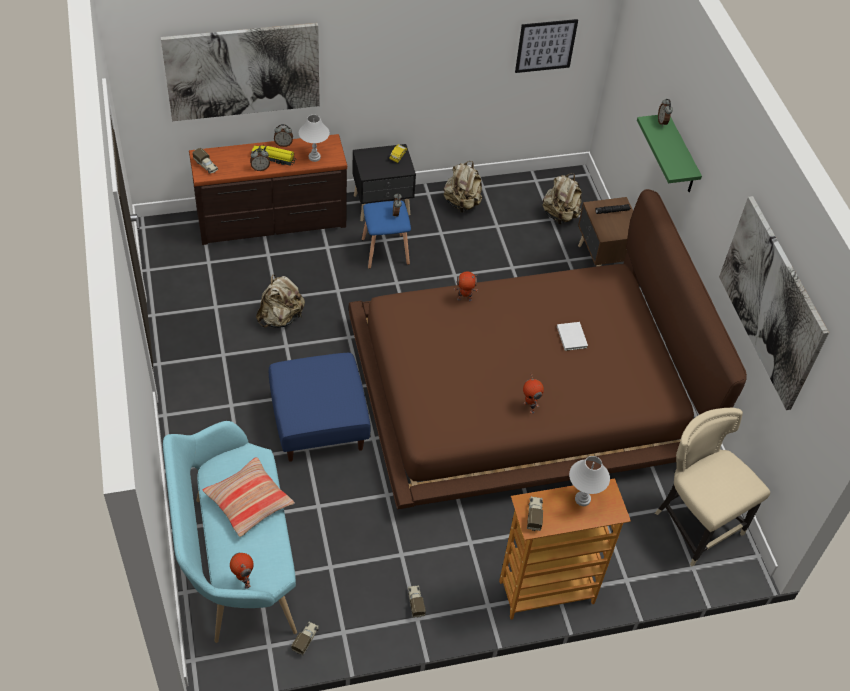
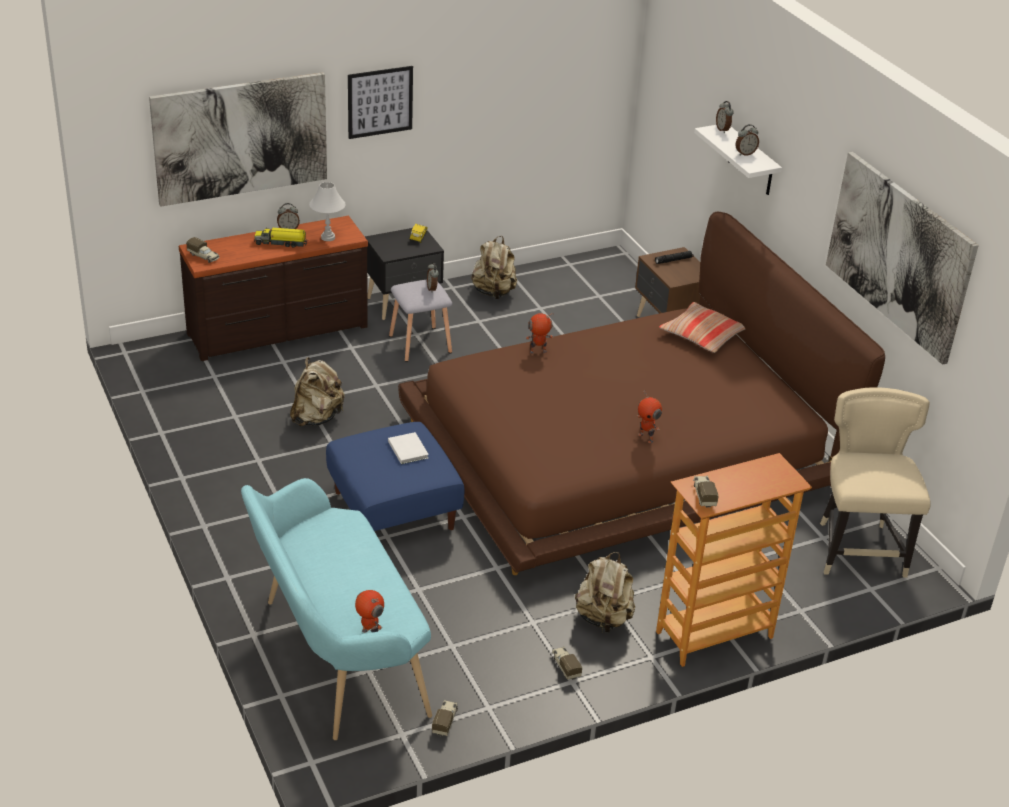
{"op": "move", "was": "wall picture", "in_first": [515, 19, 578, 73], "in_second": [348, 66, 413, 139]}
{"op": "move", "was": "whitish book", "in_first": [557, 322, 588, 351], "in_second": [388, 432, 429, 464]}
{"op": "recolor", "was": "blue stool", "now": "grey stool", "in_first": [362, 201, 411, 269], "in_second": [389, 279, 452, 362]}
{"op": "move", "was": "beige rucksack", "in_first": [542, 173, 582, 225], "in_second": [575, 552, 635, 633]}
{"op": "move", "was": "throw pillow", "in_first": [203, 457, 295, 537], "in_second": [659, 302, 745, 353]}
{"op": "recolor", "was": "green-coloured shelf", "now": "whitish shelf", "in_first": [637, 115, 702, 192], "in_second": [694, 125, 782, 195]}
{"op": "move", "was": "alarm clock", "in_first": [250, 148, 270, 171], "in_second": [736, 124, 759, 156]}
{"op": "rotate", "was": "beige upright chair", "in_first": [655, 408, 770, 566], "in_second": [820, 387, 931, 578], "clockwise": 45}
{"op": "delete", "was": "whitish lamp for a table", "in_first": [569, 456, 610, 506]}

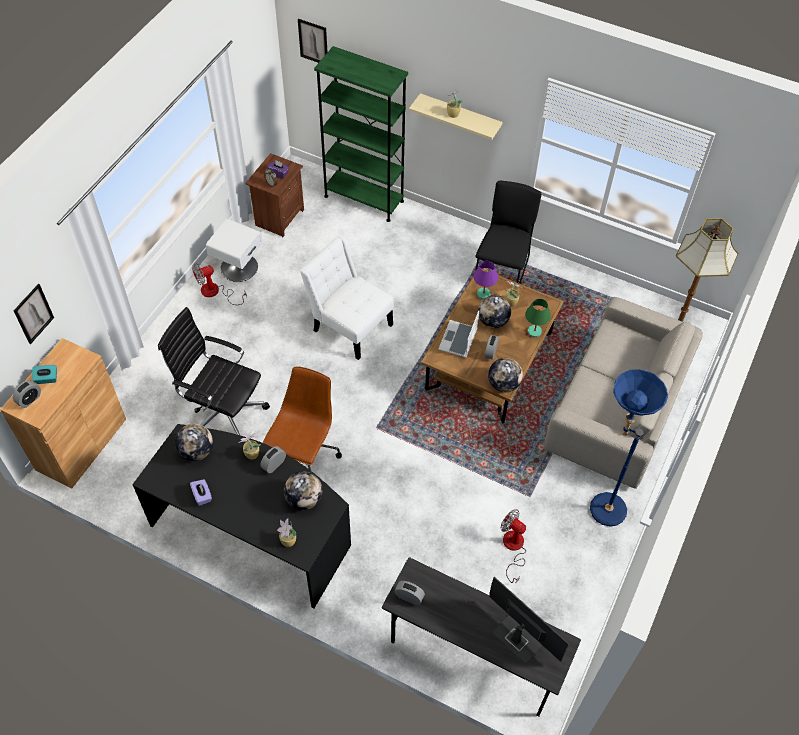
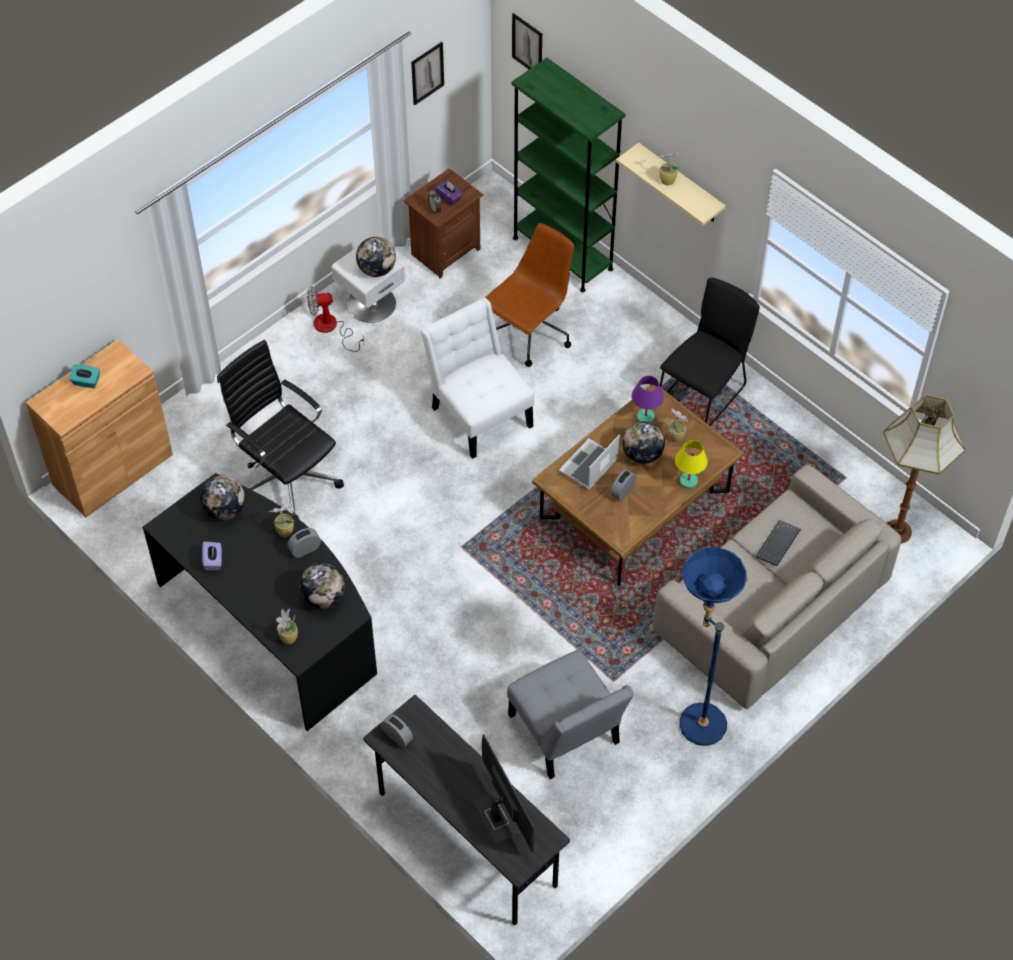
{"op": "move", "was": "desk globe", "in_first": [488, 358, 523, 392], "in_second": [356, 237, 396, 277]}
{"op": "move", "was": "wall picture", "in_first": [13, 284, 54, 344], "in_second": [411, 42, 444, 105]}
{"op": "move", "was": "brown-coloured office chair", "in_first": [262, 367, 342, 471], "in_second": [485, 223, 574, 367]}
{"op": "replace", "was": "cooling fan", "now": "grey upright chair", "in_first": [501, 509, 526, 584], "in_second": [507, 650, 634, 779]}
{"op": "recolor", "was": "green-coloured lamp for a table", "now": "yellow-coloured lamp for a table", "in_first": [525, 299, 551, 337], "in_second": [675, 440, 708, 489]}
{"op": "insert", "now": "computer keyboard", "in_second": [755, 520, 801, 566]}
{"op": "delete", "was": "alarm clock", "in_first": [13, 381, 41, 408]}

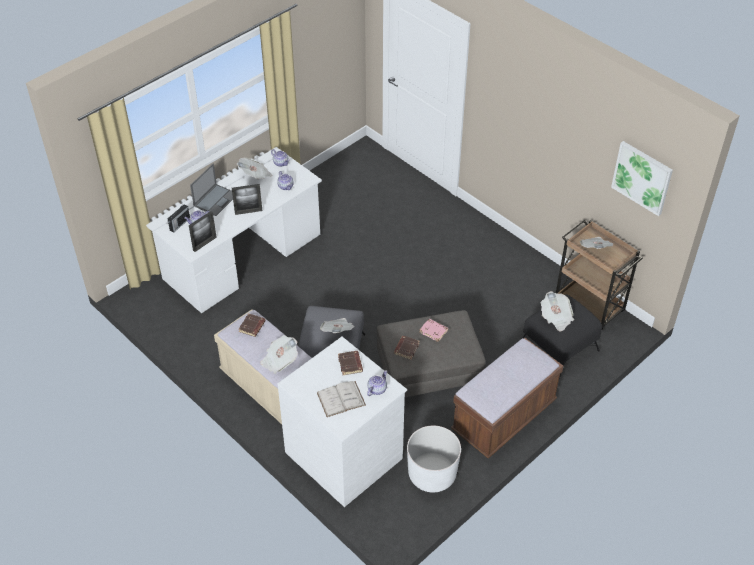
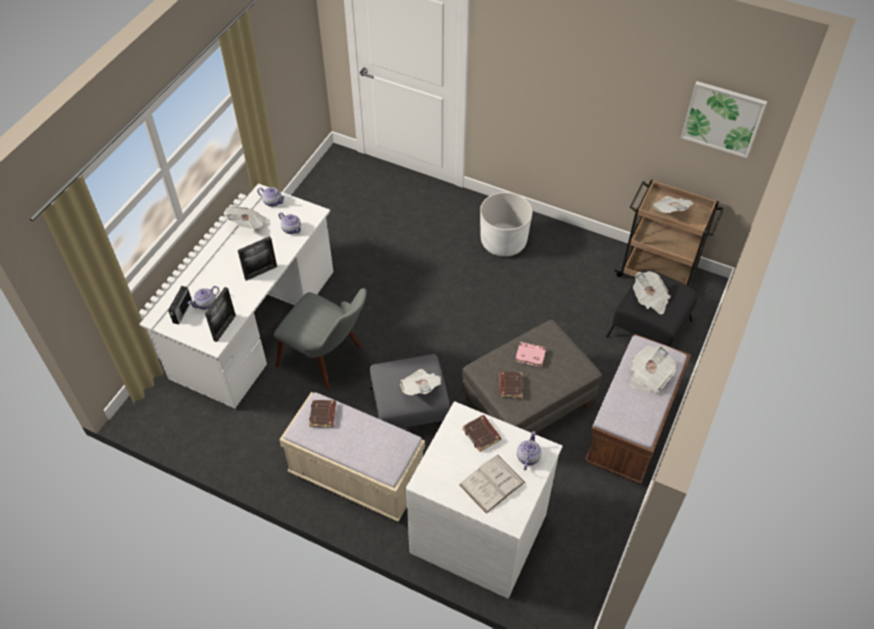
{"op": "insert", "now": "grey upright chair", "in_second": [274, 288, 367, 390]}
{"op": "move", "was": "whitish flower pot", "in_first": [407, 425, 461, 492], "in_second": [480, 192, 532, 257]}
{"op": "move", "was": "printed paper", "in_first": [260, 335, 298, 374], "in_second": [629, 346, 676, 394]}
{"op": "delete", "was": "notebook computer", "in_first": [190, 164, 233, 216]}

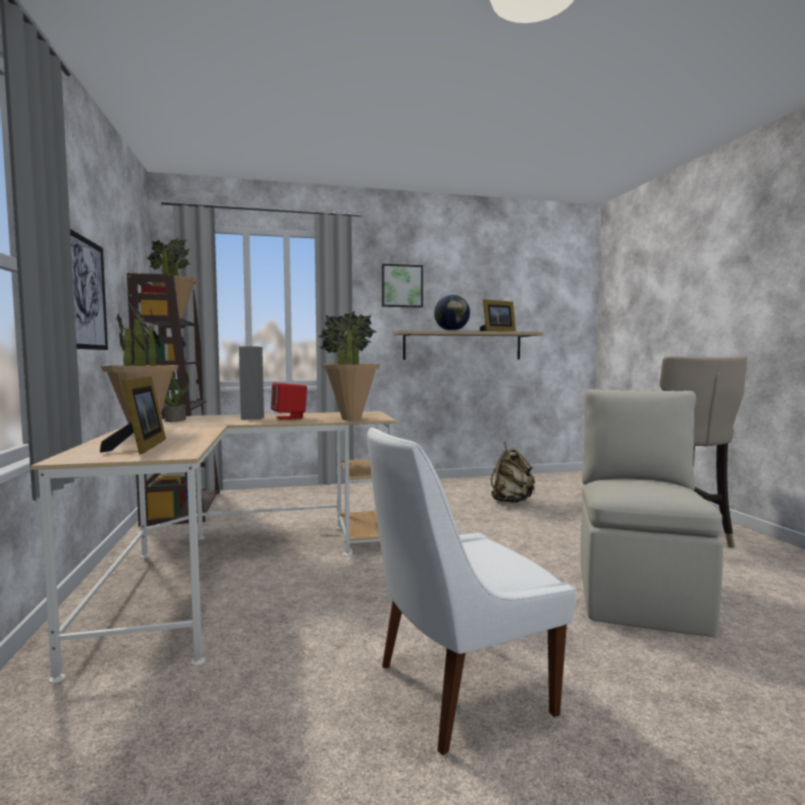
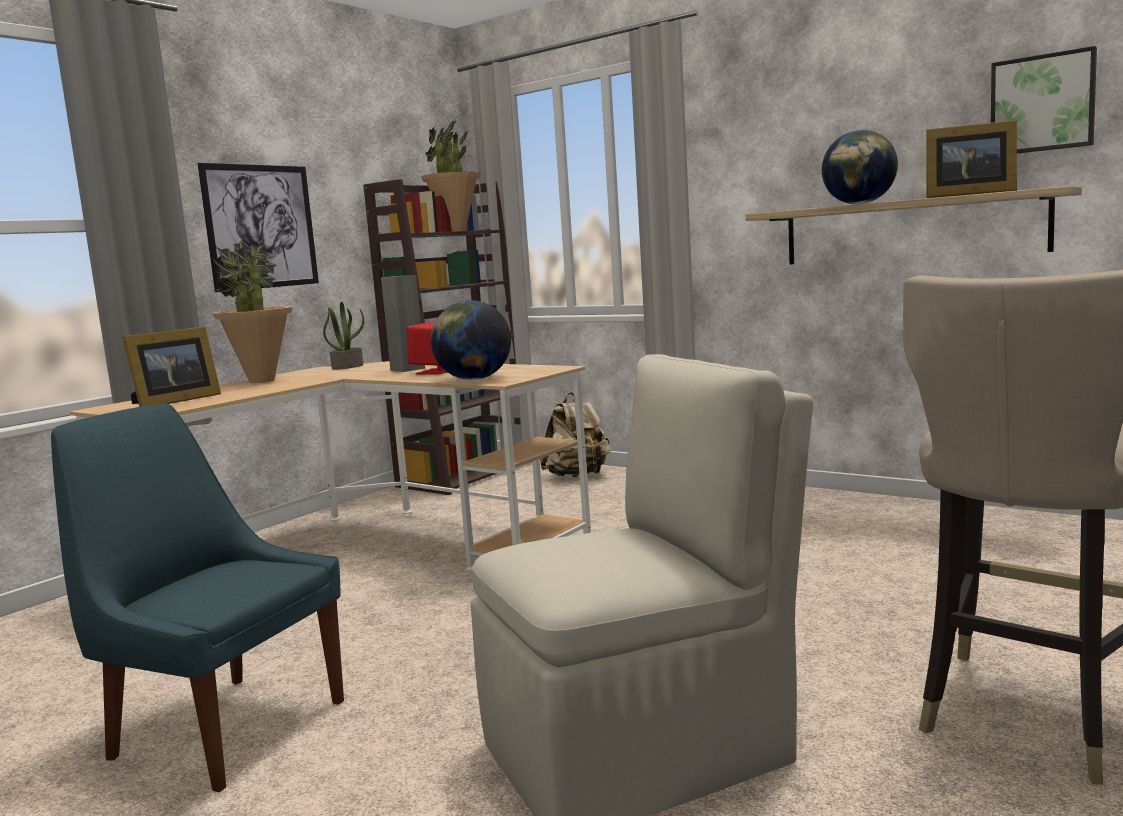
{"op": "recolor", "was": "whitish upright chair", "now": "blue upright chair", "in_first": [367, 427, 576, 755], "in_second": [51, 403, 344, 792]}
{"op": "replace", "was": "houseplant", "now": "desk globe", "in_first": [318, 311, 380, 420], "in_second": [431, 300, 511, 380]}
{"op": "move", "was": "beige rucksack", "in_first": [491, 442, 535, 503], "in_second": [540, 392, 611, 477]}
{"op": "move", "was": "wall picture", "in_first": [382, 264, 423, 308], "in_second": [991, 46, 1097, 153]}

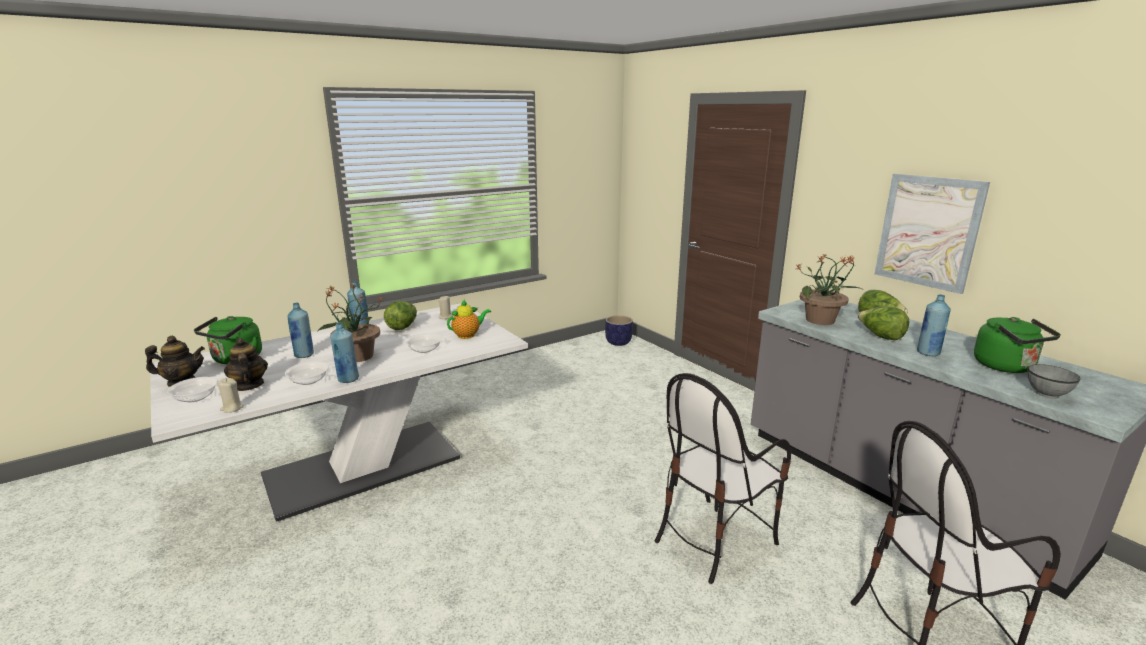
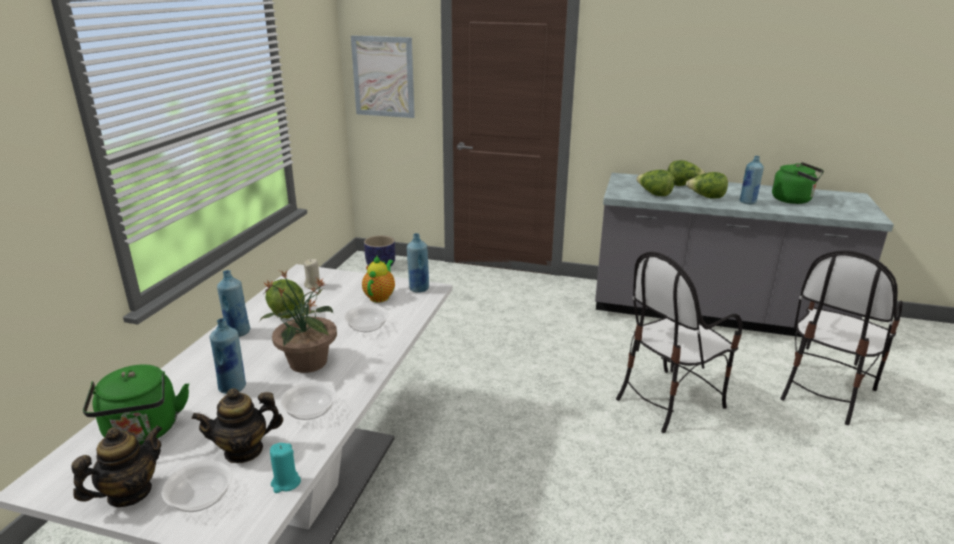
{"op": "rotate", "was": "tea pot", "in_first": [224, 338, 268, 391], "in_second": [191, 388, 283, 463], "clockwise": -45}
{"op": "recolor", "was": "beige candle", "now": "turquoise candle", "in_first": [218, 378, 244, 413], "in_second": [270, 443, 301, 493]}
{"op": "move", "was": "wall picture", "in_first": [875, 174, 990, 294], "in_second": [351, 35, 415, 118]}
{"op": "move", "was": "blue drink bottle", "in_first": [330, 322, 359, 383], "in_second": [407, 233, 429, 293]}
{"op": "rotate", "was": "upright chair", "in_first": [655, 373, 791, 584], "in_second": [616, 252, 742, 433], "clockwise": 45}
{"op": "replace", "was": "houseplant", "now": "lettuce", "in_first": [795, 254, 863, 325], "in_second": [636, 170, 675, 196]}
{"op": "delete", "was": "grey deep dish", "in_first": [1027, 364, 1081, 399]}

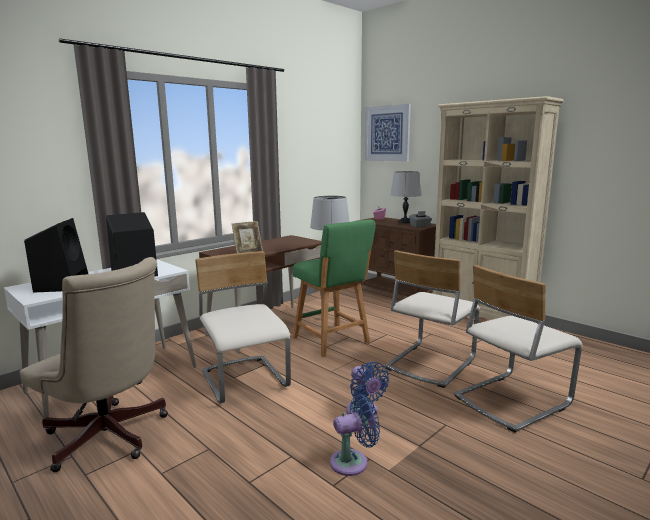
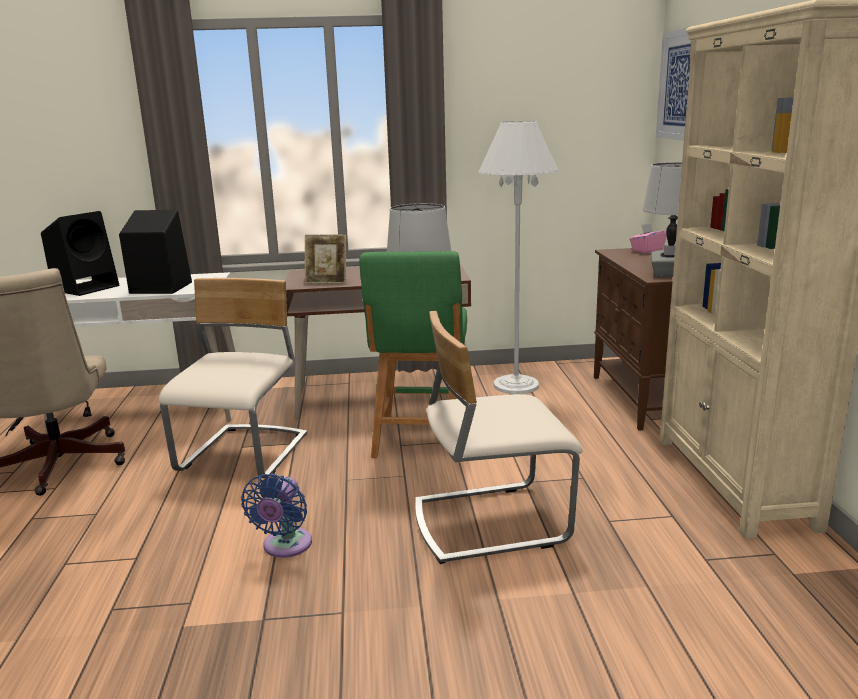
{"op": "insert", "now": "whitish standard lamp", "in_second": [478, 121, 559, 394]}
{"op": "delete", "was": "blue cooling fan", "in_first": [330, 394, 380, 476]}
{"op": "delete", "was": "beige upright chair", "in_first": [454, 265, 583, 433]}

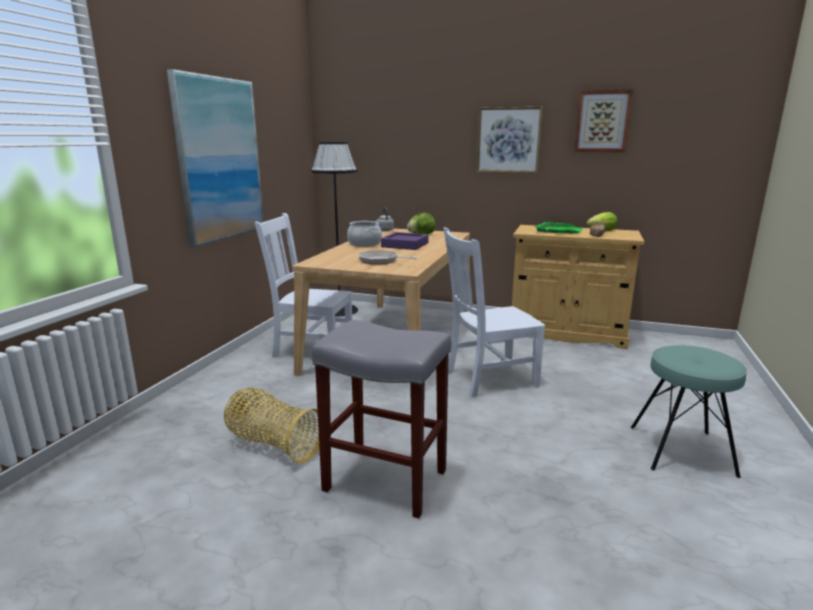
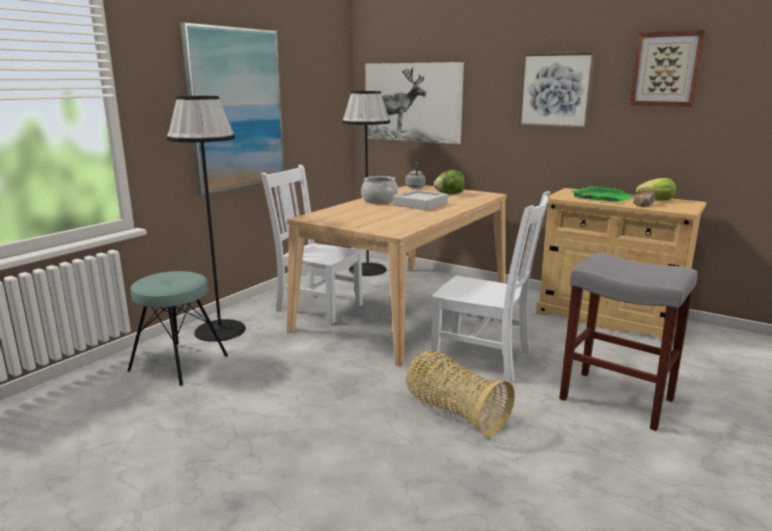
{"op": "move", "was": "turquoise stool", "in_first": [631, 345, 747, 478], "in_second": [127, 271, 228, 386]}
{"op": "insert", "now": "black standard lamp", "in_second": [167, 96, 246, 342]}
{"op": "insert", "now": "wall picture", "in_second": [365, 62, 464, 144]}
{"op": "recolor", "was": "purple-coloured carrying tray", "now": "grey carrying tray", "in_first": [381, 232, 429, 250], "in_second": [393, 190, 448, 210]}
{"op": "move", "was": "basket", "in_first": [224, 388, 319, 463], "in_second": [406, 350, 515, 437]}
{"op": "rotate", "was": "whitish upright chair", "in_first": [444, 227, 545, 398], "in_second": [431, 191, 550, 382], "clockwise": -150}
{"op": "move", "was": "grey stool", "in_first": [312, 320, 451, 519], "in_second": [559, 253, 698, 431]}
{"op": "delete", "was": "pan", "in_first": [358, 251, 417, 265]}

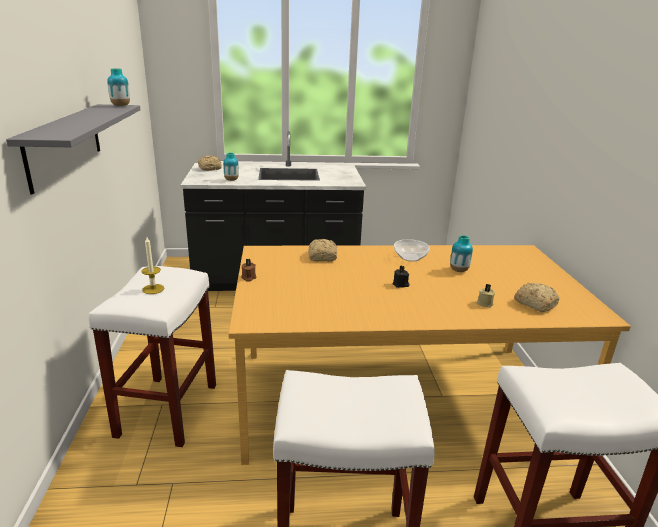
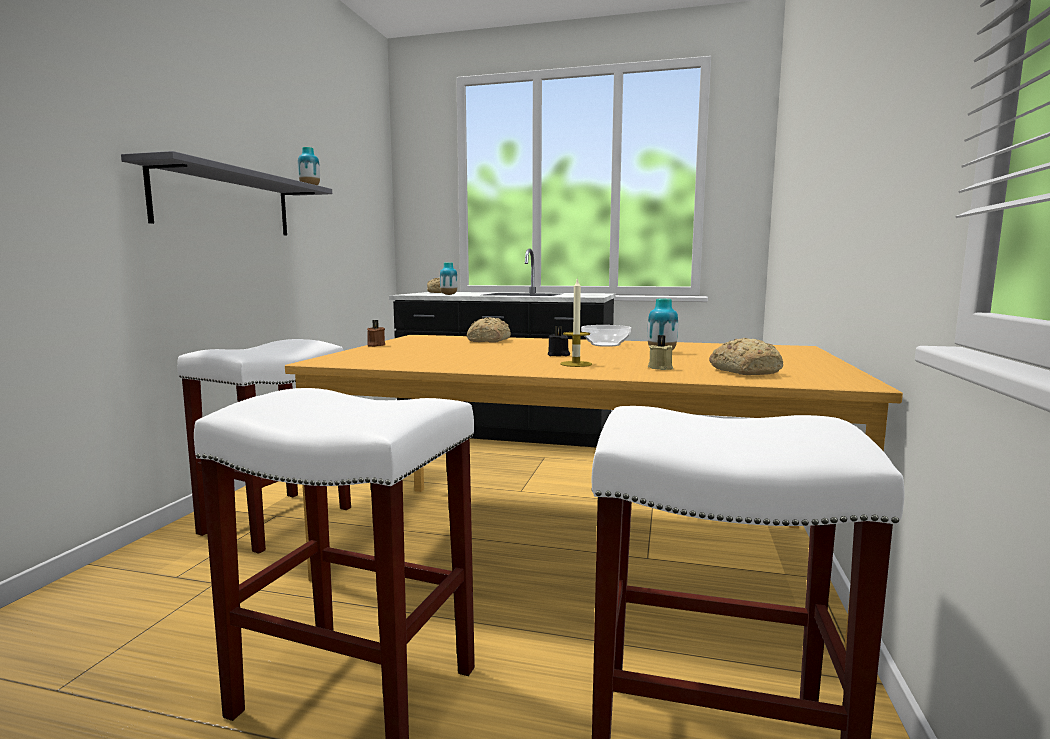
{"op": "move", "was": "candle", "in_first": [141, 237, 165, 294], "in_second": [560, 277, 592, 367]}

